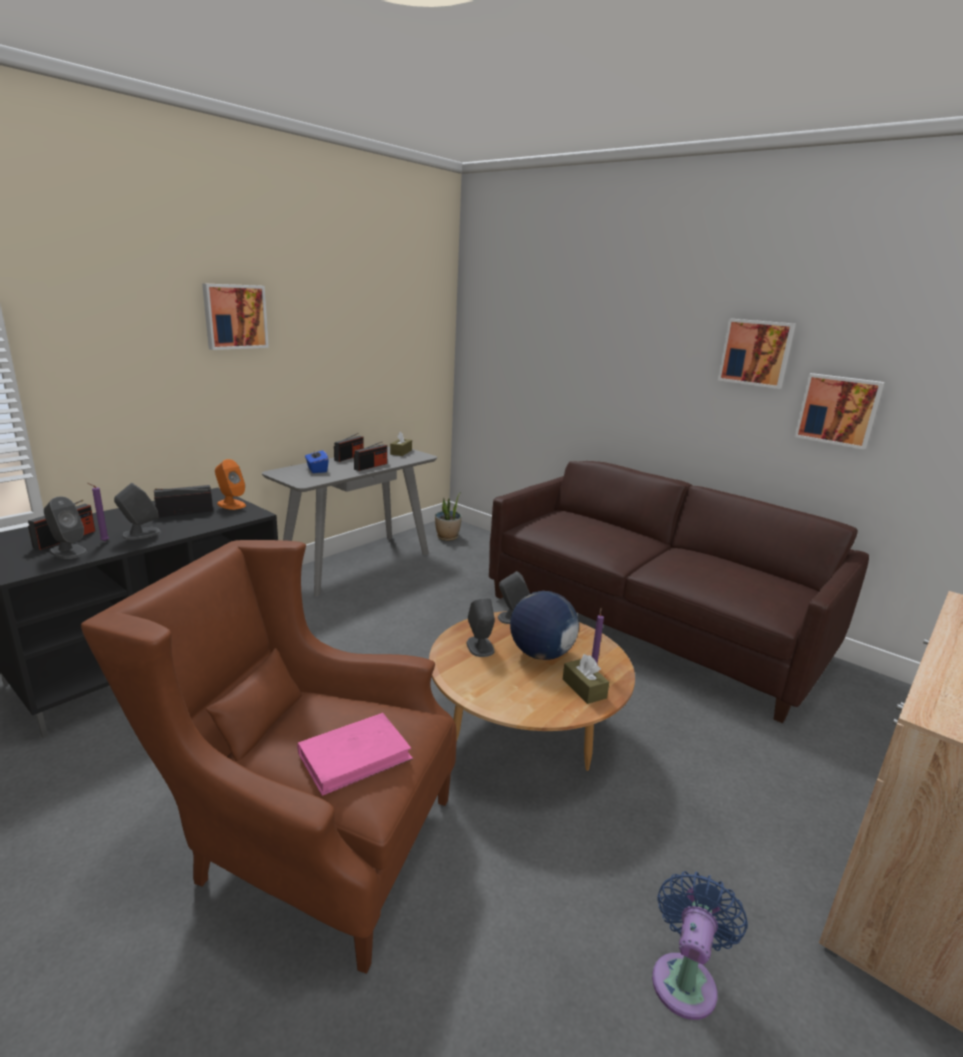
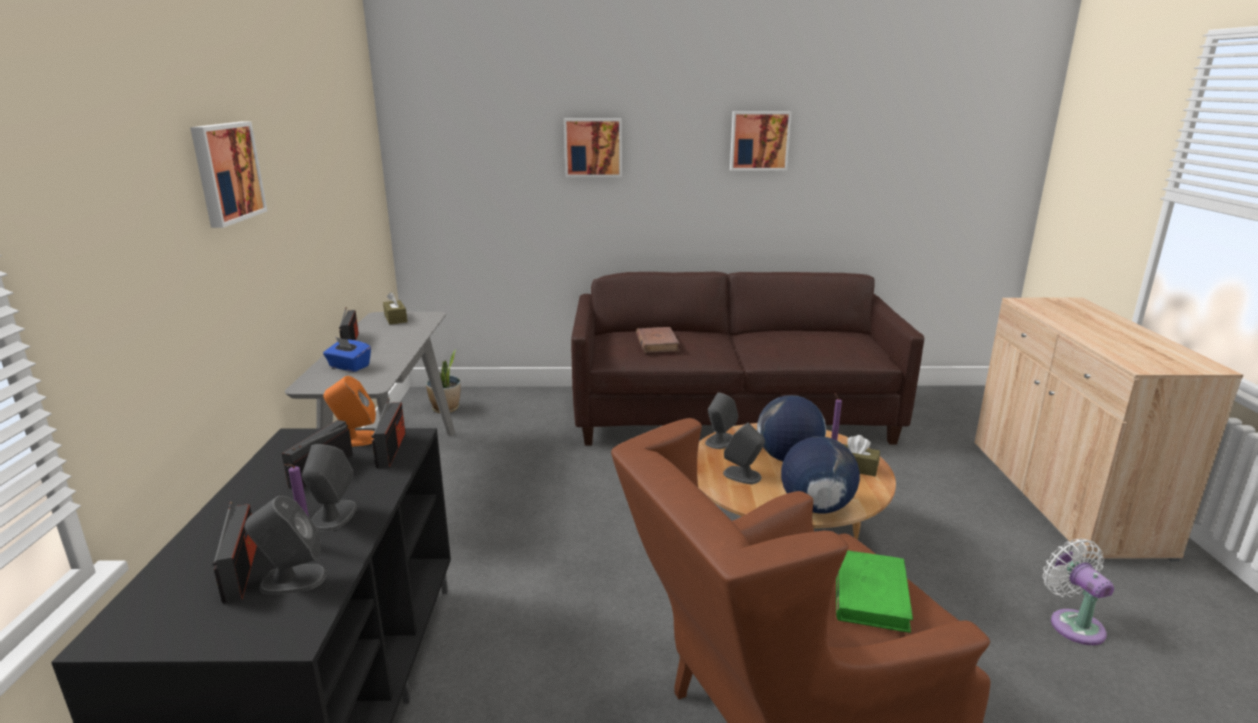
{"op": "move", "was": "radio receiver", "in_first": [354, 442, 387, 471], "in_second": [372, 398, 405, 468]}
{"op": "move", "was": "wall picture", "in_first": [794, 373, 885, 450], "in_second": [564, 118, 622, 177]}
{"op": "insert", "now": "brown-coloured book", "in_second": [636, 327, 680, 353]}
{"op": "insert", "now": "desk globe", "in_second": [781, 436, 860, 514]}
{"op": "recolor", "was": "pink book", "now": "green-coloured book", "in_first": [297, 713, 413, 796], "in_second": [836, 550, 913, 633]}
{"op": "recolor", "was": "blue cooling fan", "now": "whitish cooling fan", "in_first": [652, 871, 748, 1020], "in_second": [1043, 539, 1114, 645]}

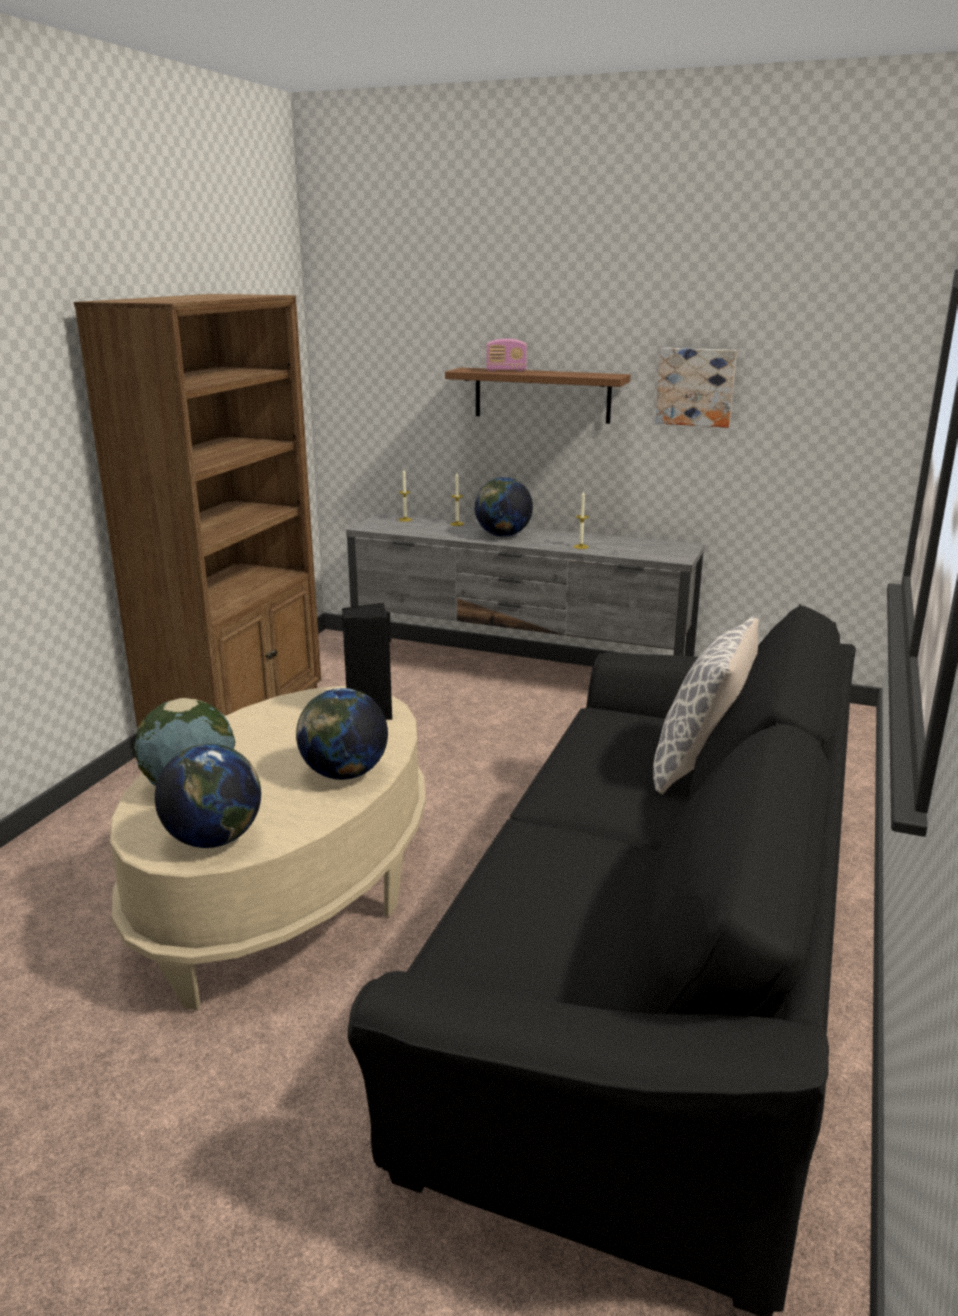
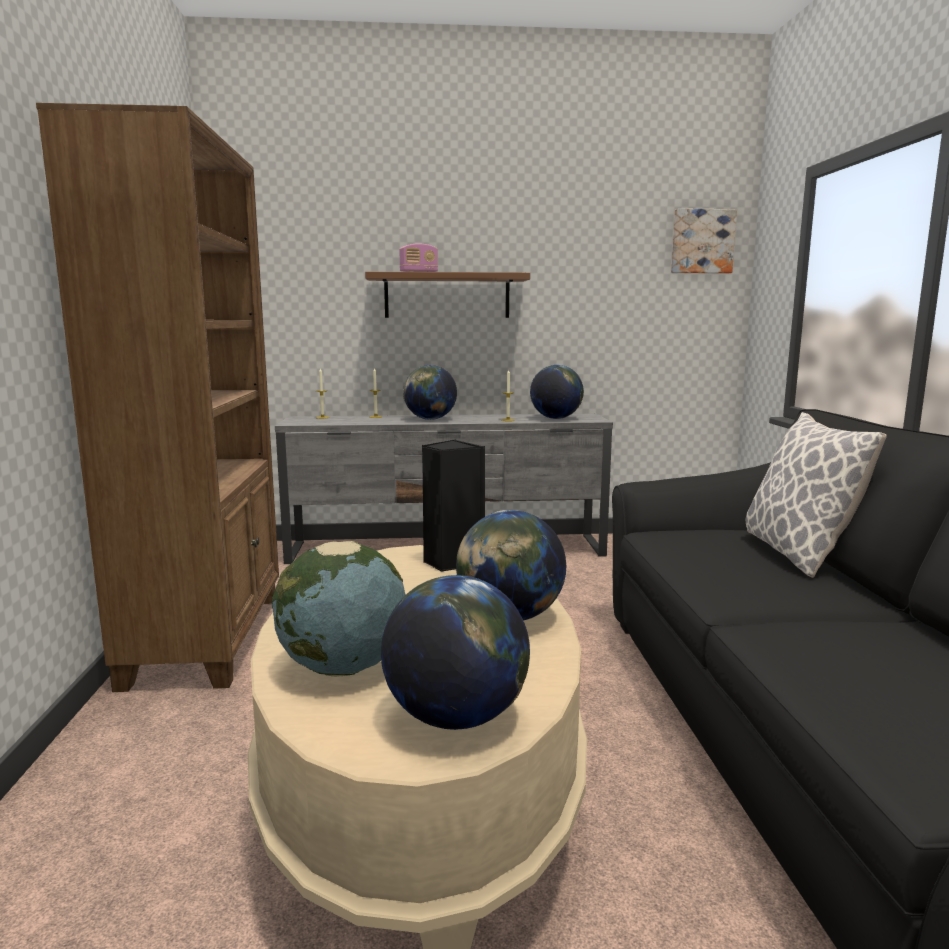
{"op": "insert", "now": "desk globe", "in_second": [530, 365, 584, 419]}
{"op": "move", "was": "wall picture", "in_first": [655, 348, 737, 428], "in_second": [671, 208, 737, 274]}

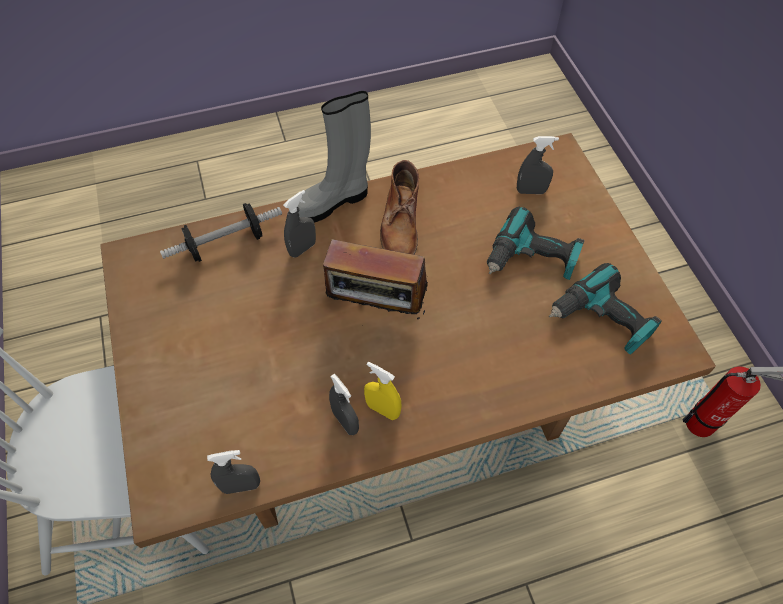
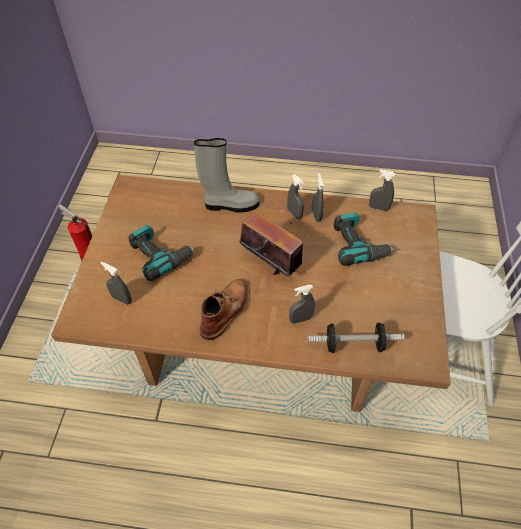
{"op": "move", "was": "grey tall boot", "in_first": [297, 91, 371, 223], "in_second": [194, 138, 259, 213]}
{"op": "recolor", "was": "yellow-coloured sprayer", "now": "grey sprayer", "in_first": [364, 362, 402, 420], "in_second": [287, 174, 304, 219]}
{"op": "move", "was": "drill", "in_first": [549, 263, 662, 355], "in_second": [334, 212, 395, 266]}

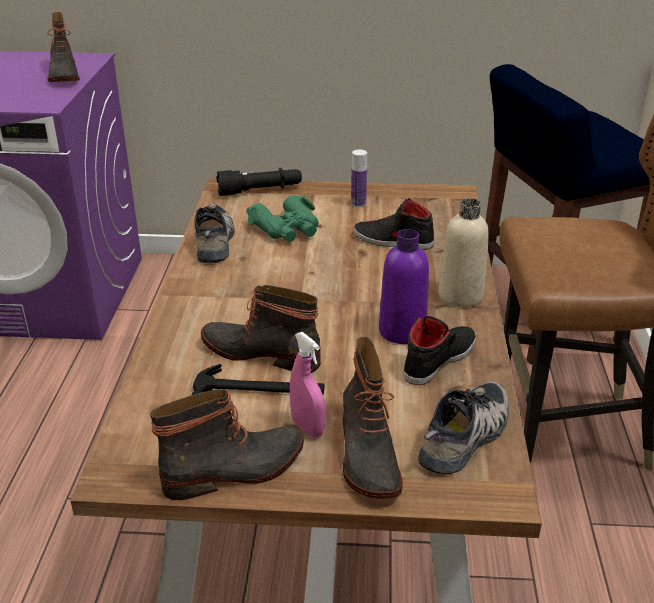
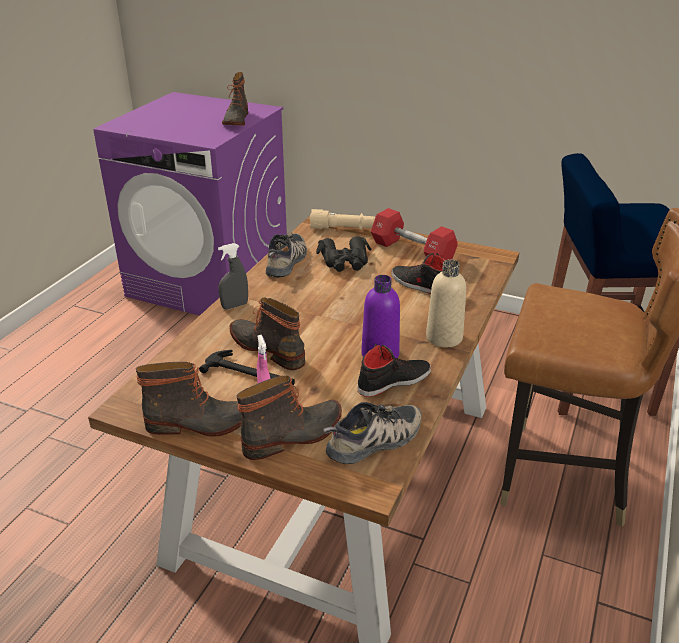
{"op": "insert", "now": "grey sprayer", "in_second": [218, 243, 248, 309]}
{"op": "rotate", "was": "tall boot", "in_first": [343, 337, 403, 499], "in_second": [237, 375, 342, 460], "clockwise": -135}
{"op": "recolor", "was": "black torch", "now": "beige torch", "in_first": [216, 168, 302, 196], "in_second": [310, 209, 375, 230]}
{"op": "recolor", "was": "green-coloured field glasses", "now": "black field glasses", "in_first": [246, 195, 319, 242], "in_second": [316, 236, 372, 272]}
{"op": "replace", "was": "drink bottle", "now": "red hand weight", "in_first": [351, 149, 367, 207], "in_second": [371, 208, 457, 260]}

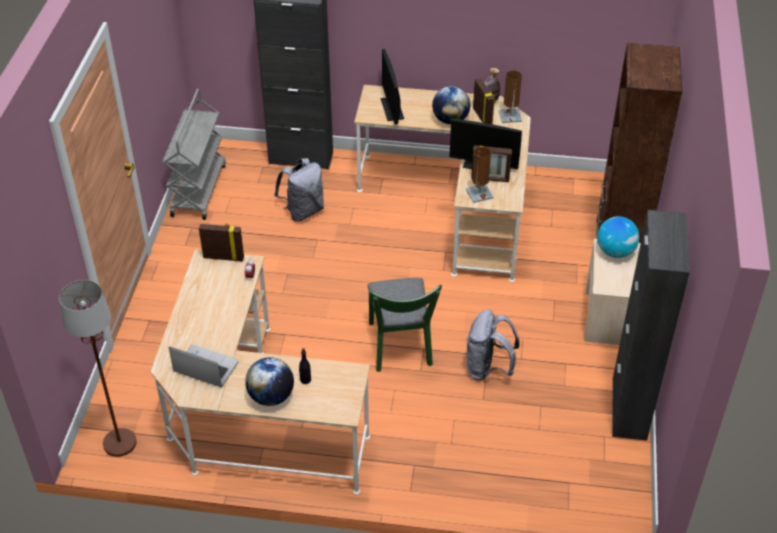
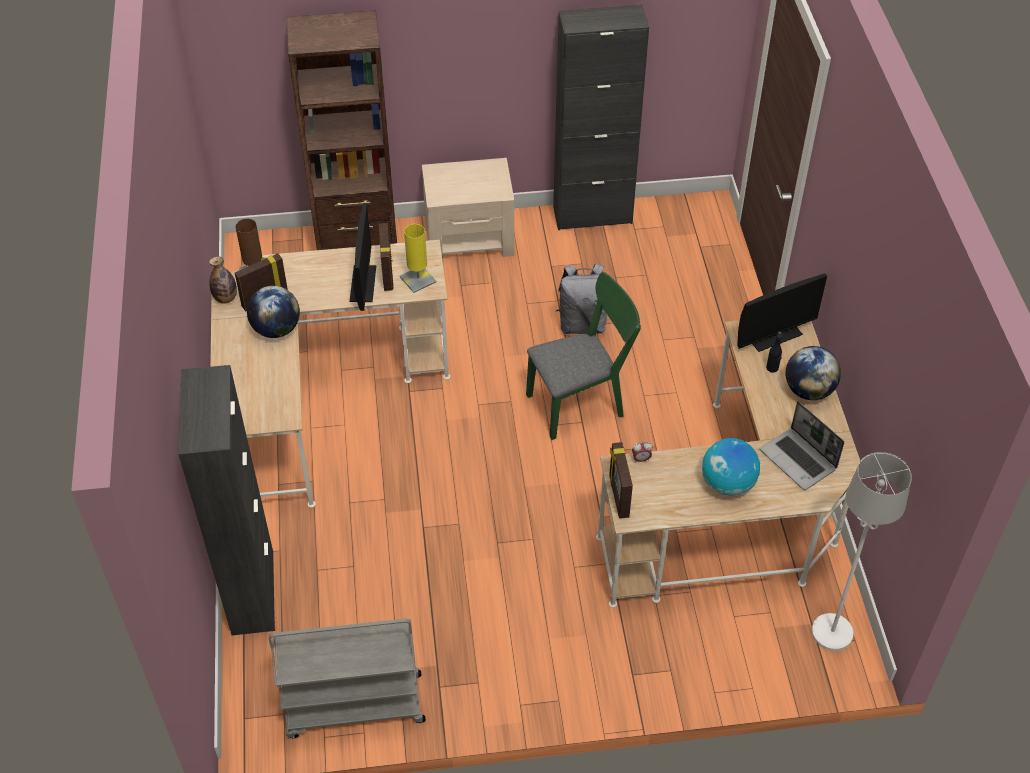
{"op": "recolor", "was": "brown-coloured lamp for a table", "now": "yellow-coloured lamp for a table", "in_first": [466, 147, 494, 203], "in_second": [400, 224, 437, 293]}
{"op": "move", "was": "desk globe", "in_first": [597, 216, 640, 258], "in_second": [702, 438, 760, 496]}
{"op": "move", "was": "computer display", "in_first": [380, 49, 404, 125], "in_second": [737, 274, 827, 352]}
{"op": "rotate", "was": "notebook computer", "in_first": [169, 345, 239, 387], "in_second": [760, 401, 844, 490], "clockwise": -45}
{"op": "recolor", "was": "brown-coloured standard lamp", "now": "whitish standard lamp", "in_first": [59, 280, 137, 457], "in_second": [812, 452, 912, 651]}
{"op": "delete", "was": "grey rucksack", "in_first": [274, 158, 324, 222]}

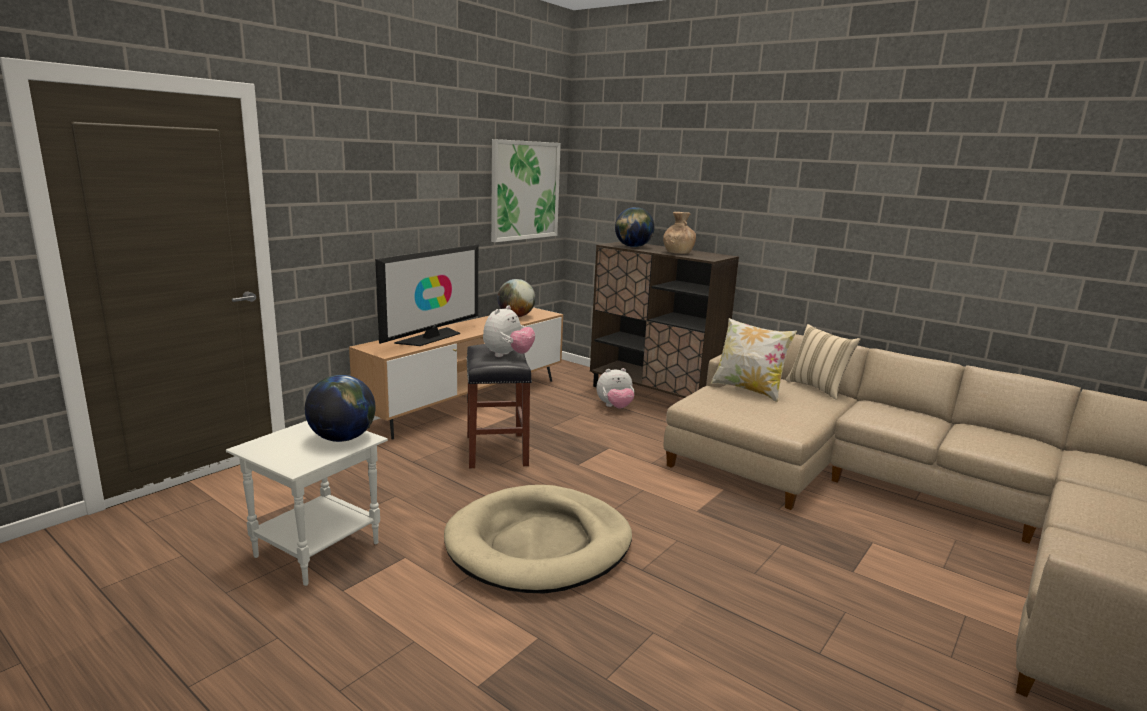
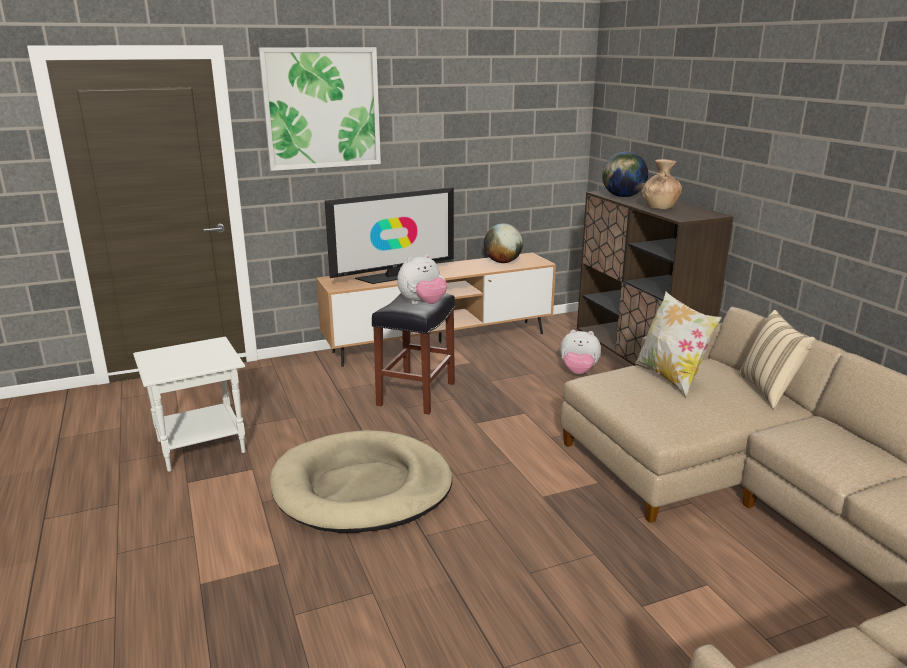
{"op": "move", "was": "wall picture", "in_first": [491, 139, 561, 242], "in_second": [258, 47, 381, 171]}
{"op": "delete", "was": "desk globe", "in_first": [305, 375, 376, 442]}

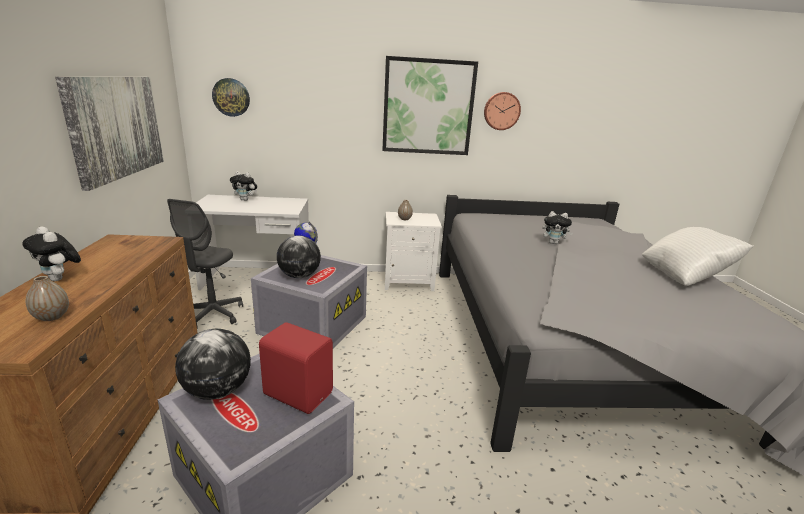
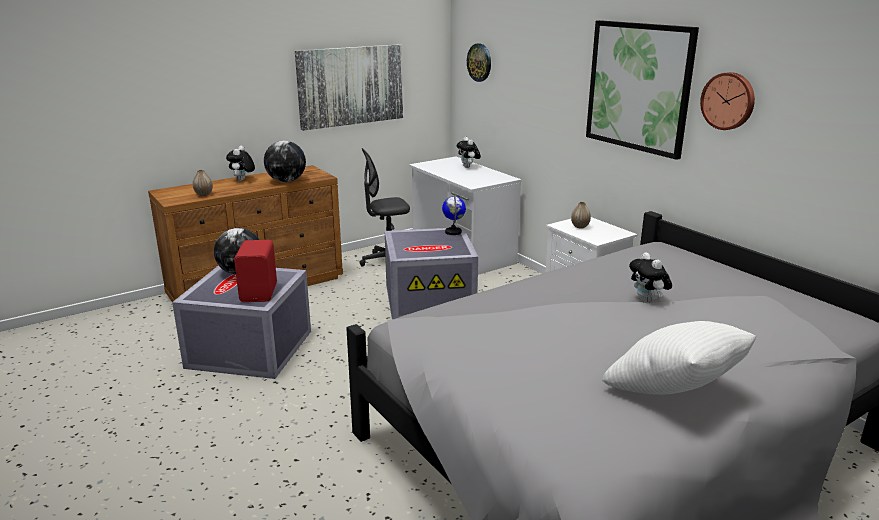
{"op": "move", "was": "desk globe", "in_first": [277, 235, 321, 278], "in_second": [264, 141, 306, 182]}

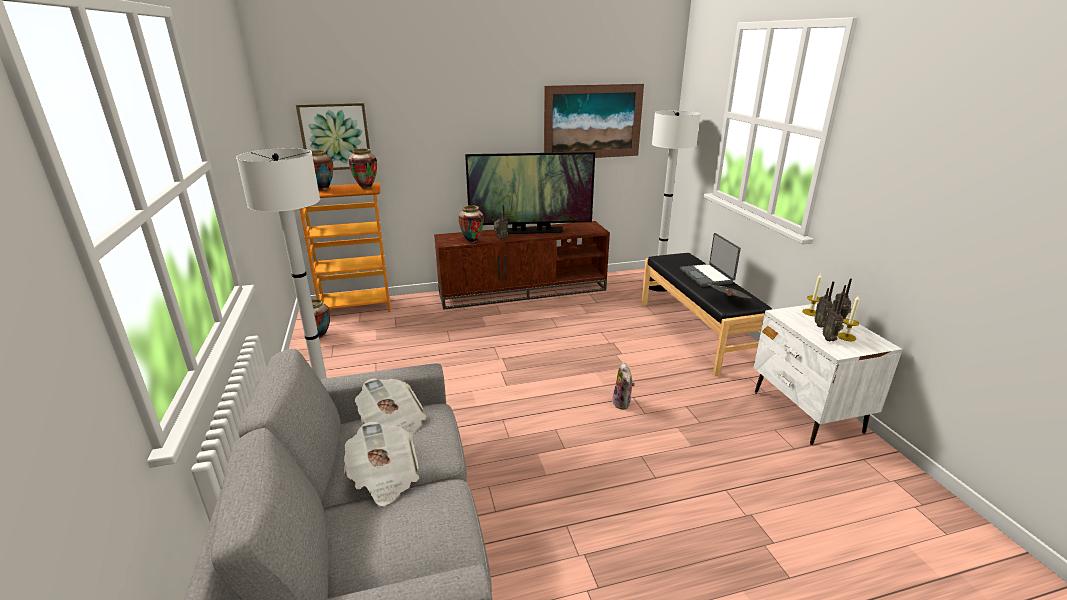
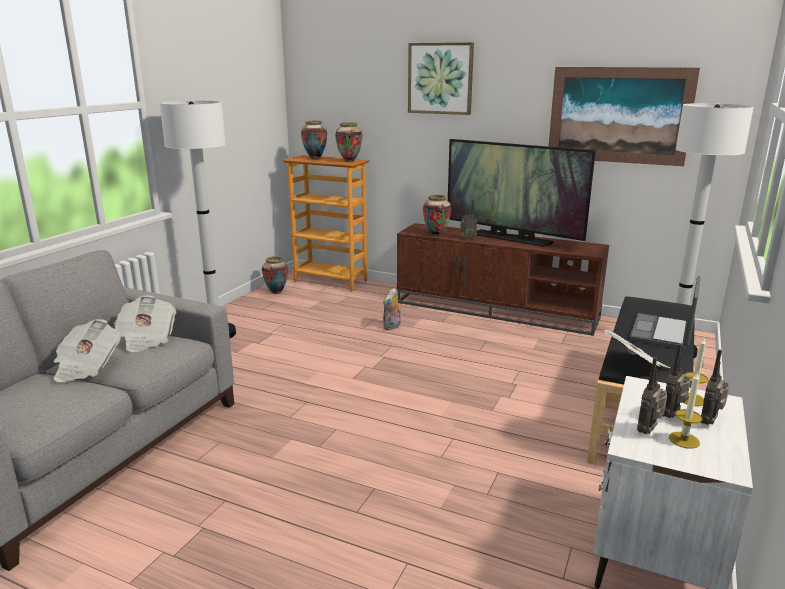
{"op": "move", "was": "plush toy", "in_first": [613, 362, 635, 410], "in_second": [383, 288, 401, 330]}
{"op": "move", "was": "wall picture", "in_first": [296, 103, 370, 170], "in_second": [408, 42, 474, 115]}

